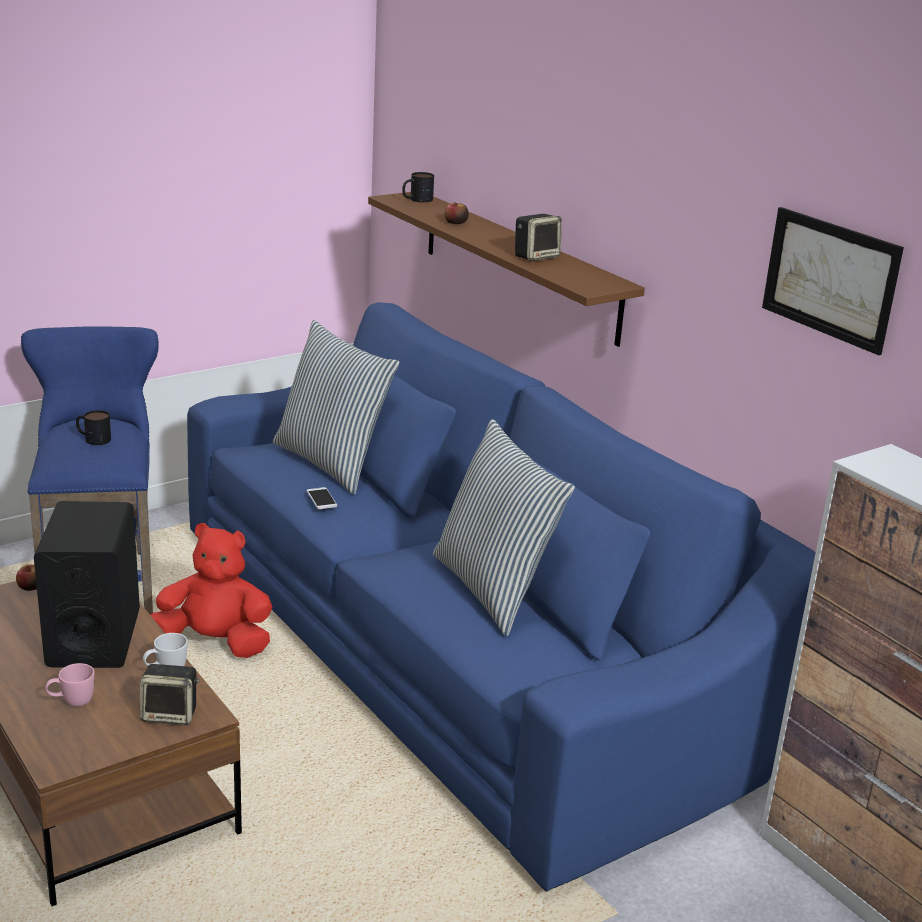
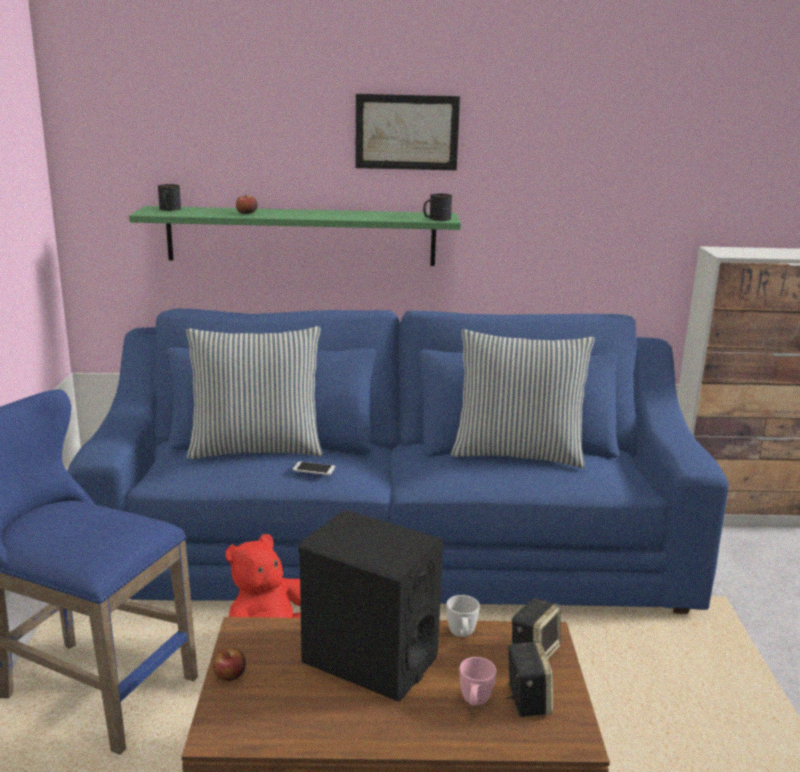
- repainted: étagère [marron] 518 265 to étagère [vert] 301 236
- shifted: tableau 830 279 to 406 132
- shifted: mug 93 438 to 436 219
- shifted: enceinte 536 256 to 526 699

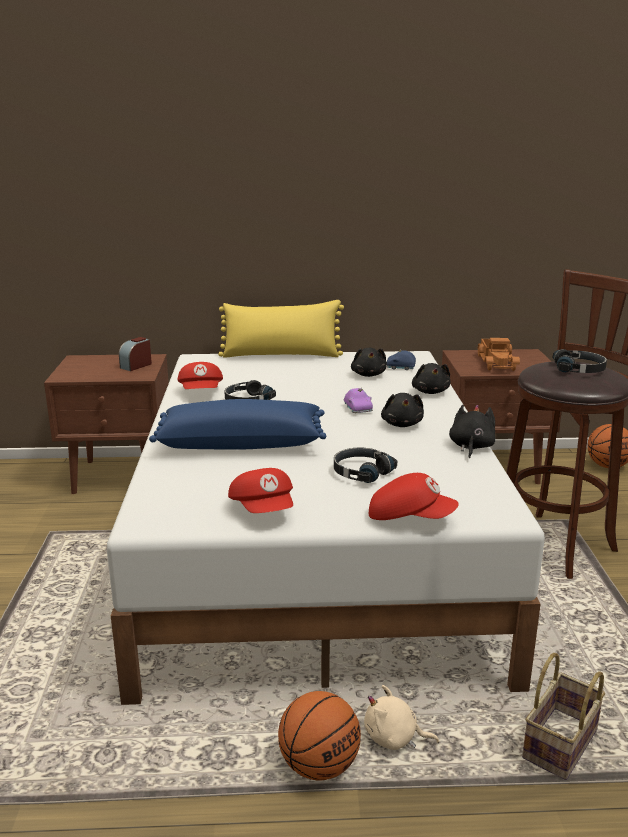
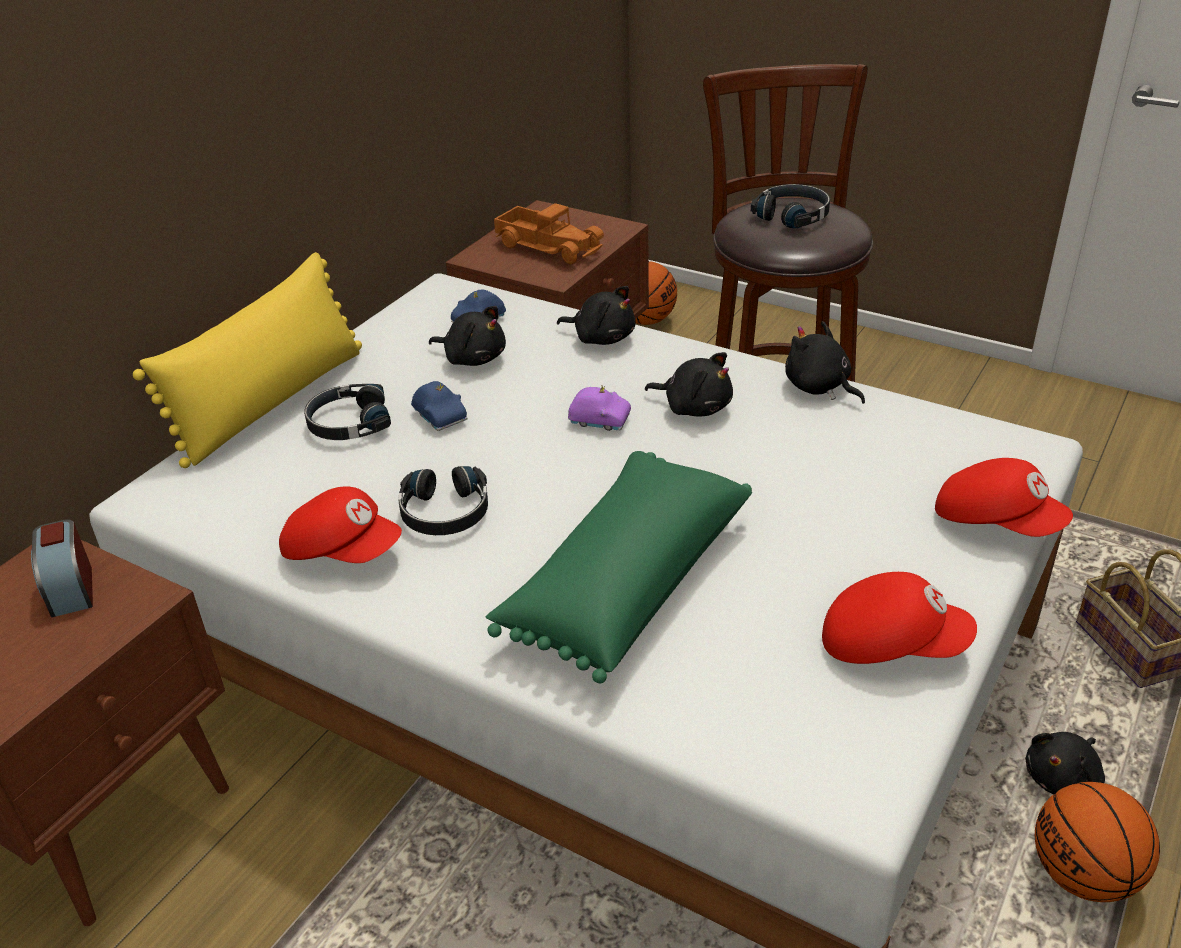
- shifted: casque audio [noir] 361 472 to 348 423
- new: petite voiture [bleu] 441 416
- repainted: coussin [bleu] 241 443 to coussin [vert] 624 582
- rotated: casquette [rouge] 410 518 = 996 521 75 degrees clockwise
- repainted: peluche [beige] 394 738 to peluche [noir] 1062 778

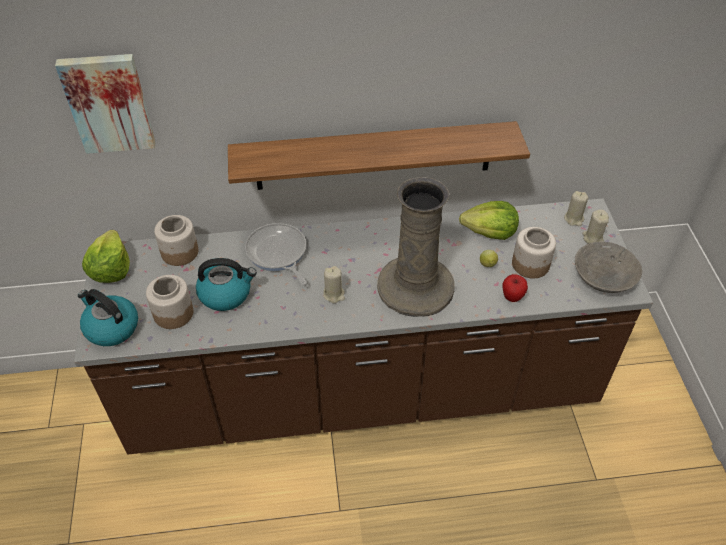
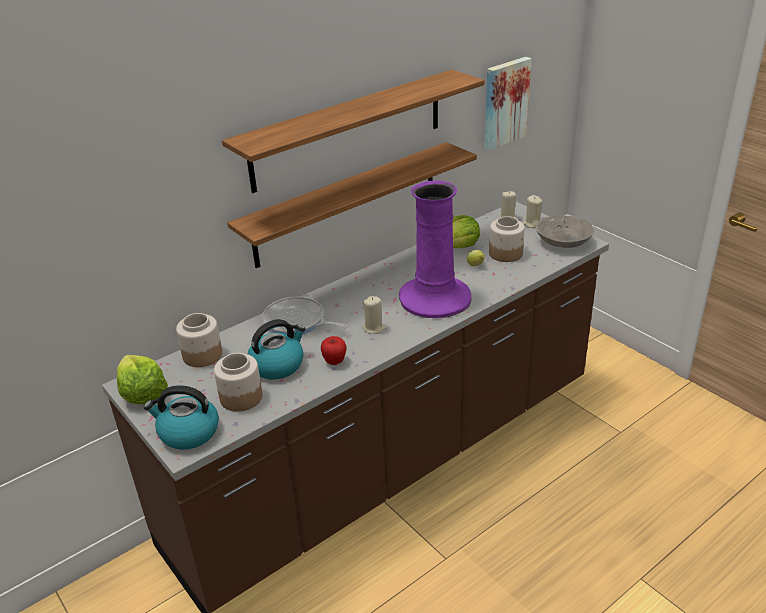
- new: étagère 349 130
- shifted: pomme 512 297 to 334 362
- repainted: vase [beige] 415 287 to vase [violet] 435 298
- shifted: tableau 108 102 to 504 102

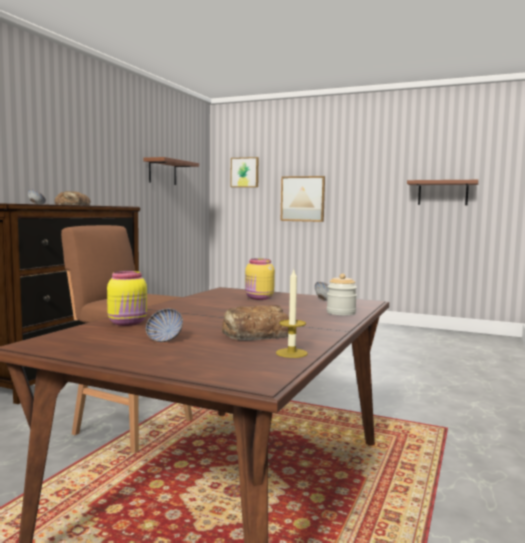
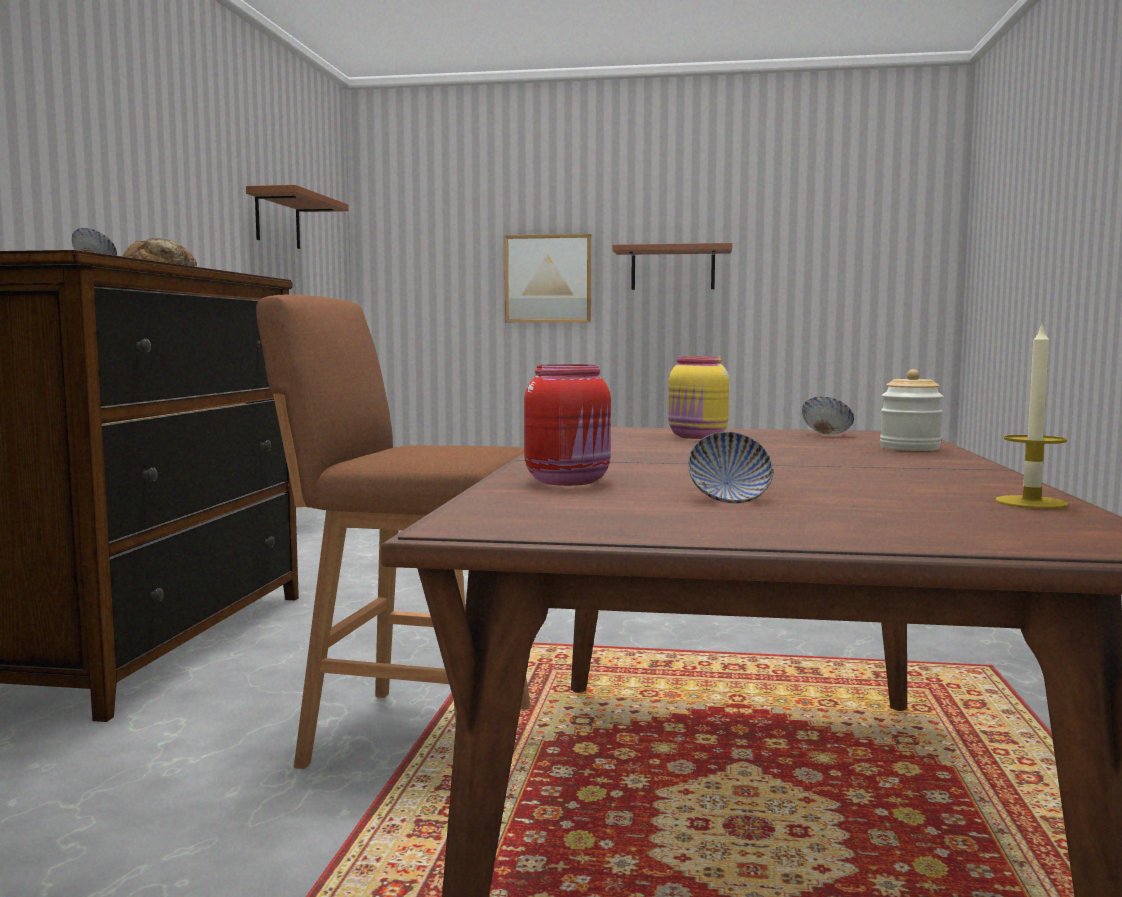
- repainted: bocal [jaune] 128 323 to bocal [rouge] 570 481
- shifted: étagère [marron] 443 193 to 673 268
- gone: pain 255 333
- gone: tableau 245 172

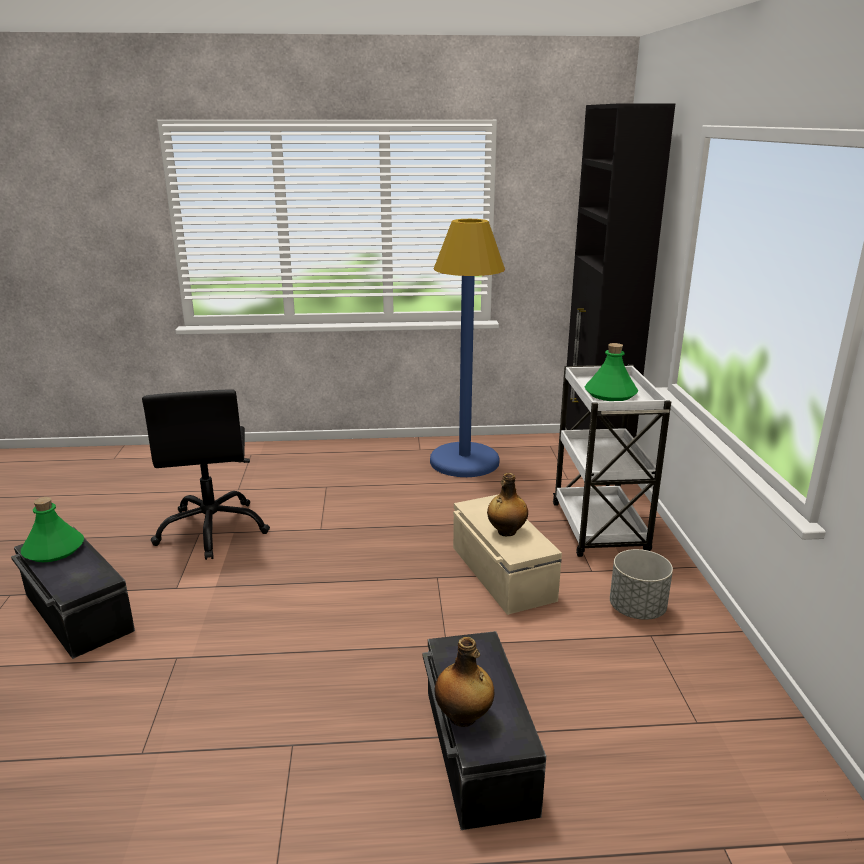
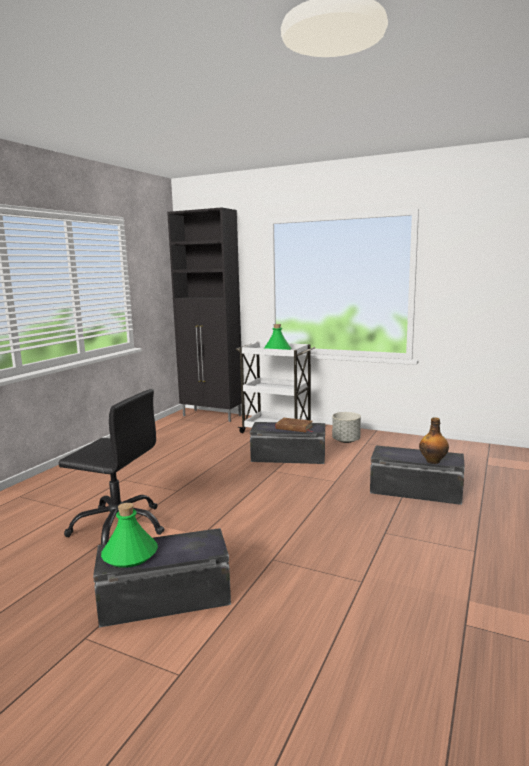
- repainted: boîte de rangement [beige] 501 573 to boîte de rangement [noir] 288 457
- swapped: bouteille 506 532 to livre [marron] 294 427
- gone: lampadaire [bleu] 464 461

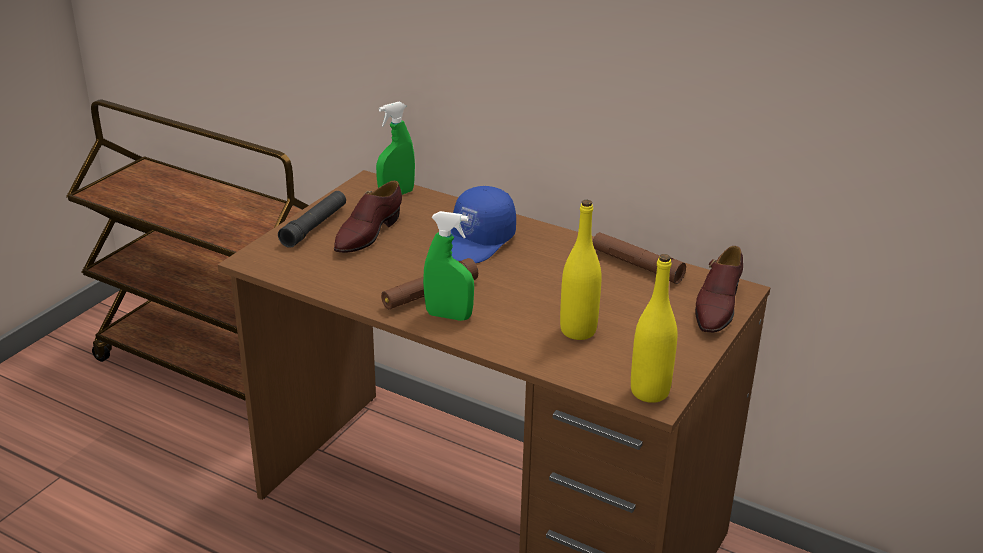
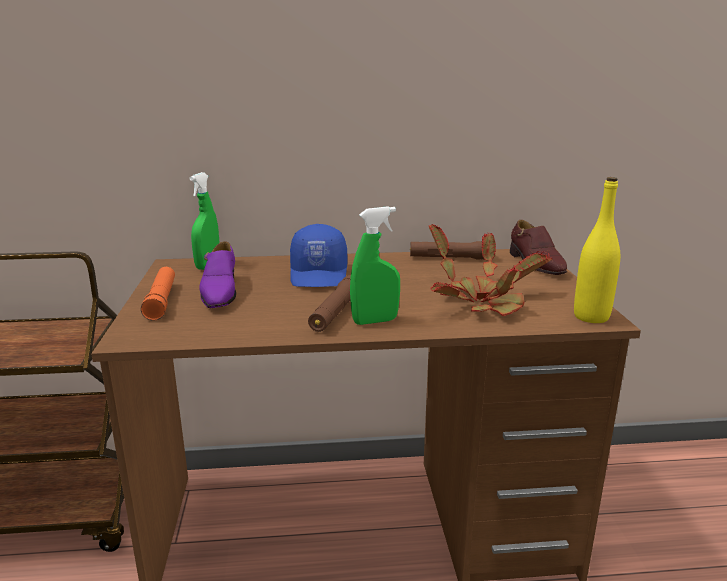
- repainted: lampe de poche [noir] 314 226 to lampe de poche [orange] 161 300
- repainted: chaussure [marron] 367 234 to chaussure [violet] 219 292
- swapped: bouteille [jaune] 578 331 to plante en pot 481 300

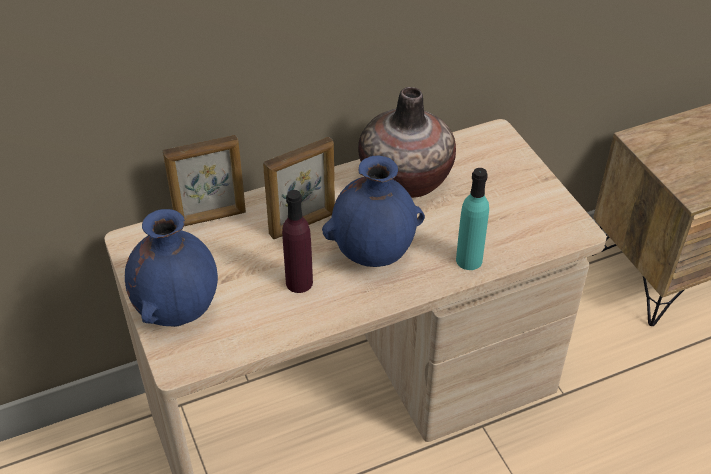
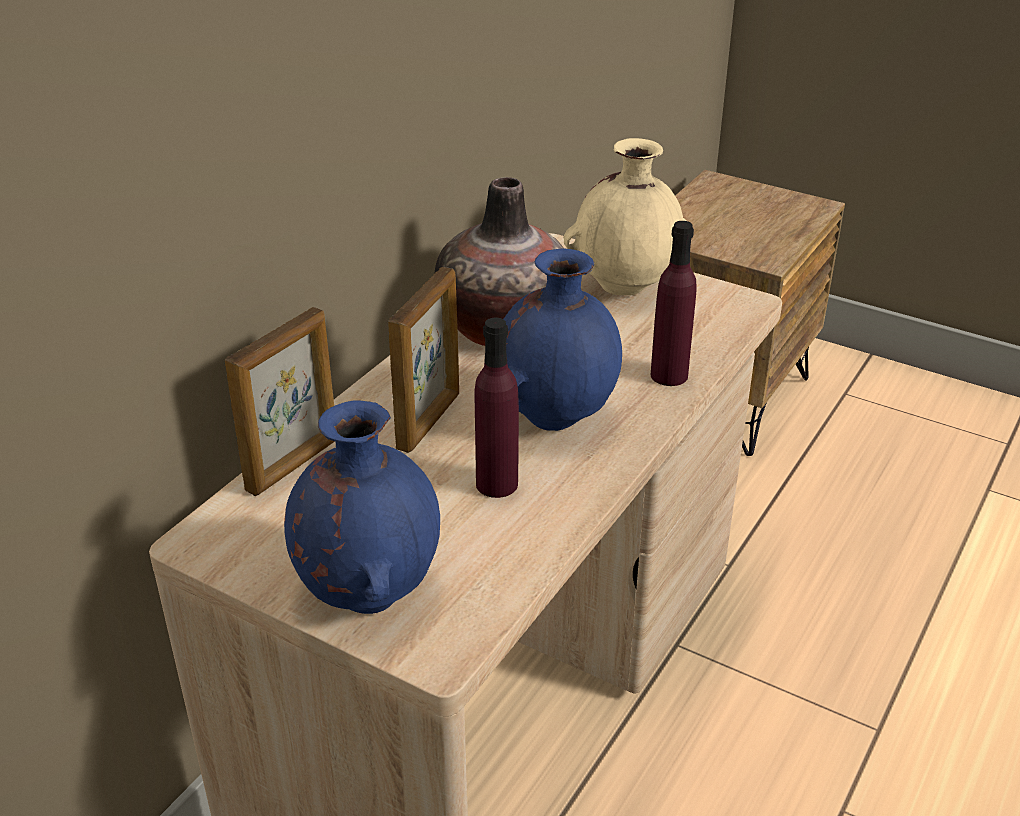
- new: vase [beige] 625 287
- repainted: bouteille [turquoise] 469 260 to bouteille [violet] 669 375

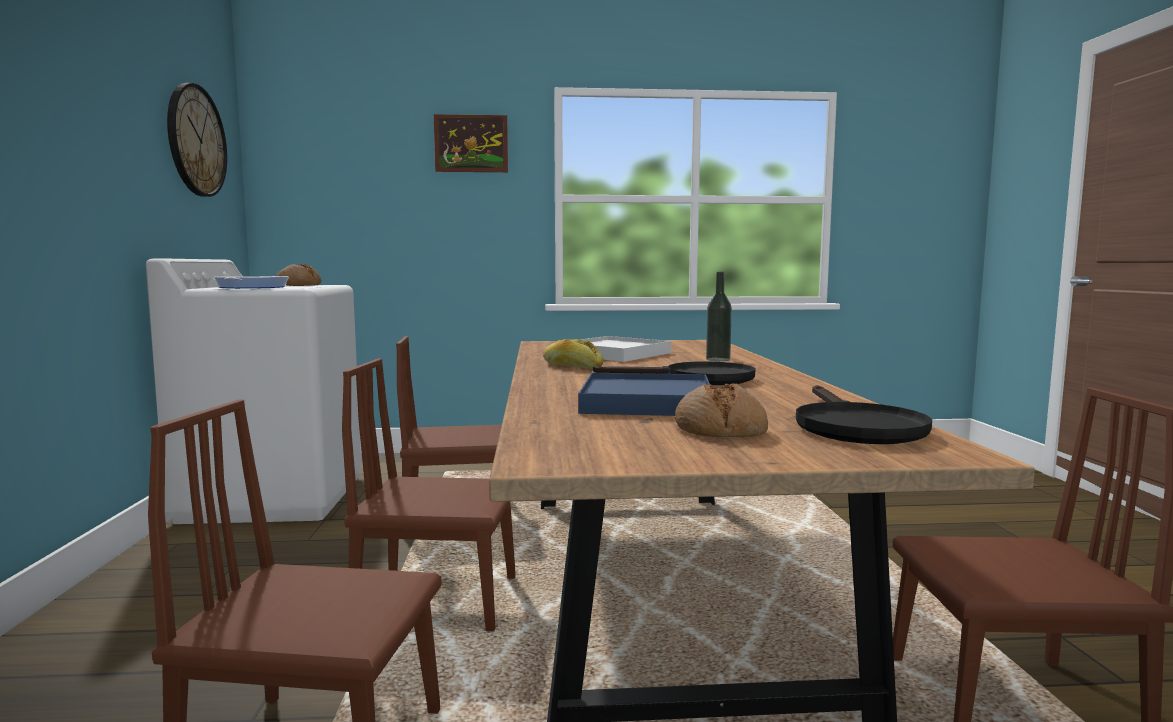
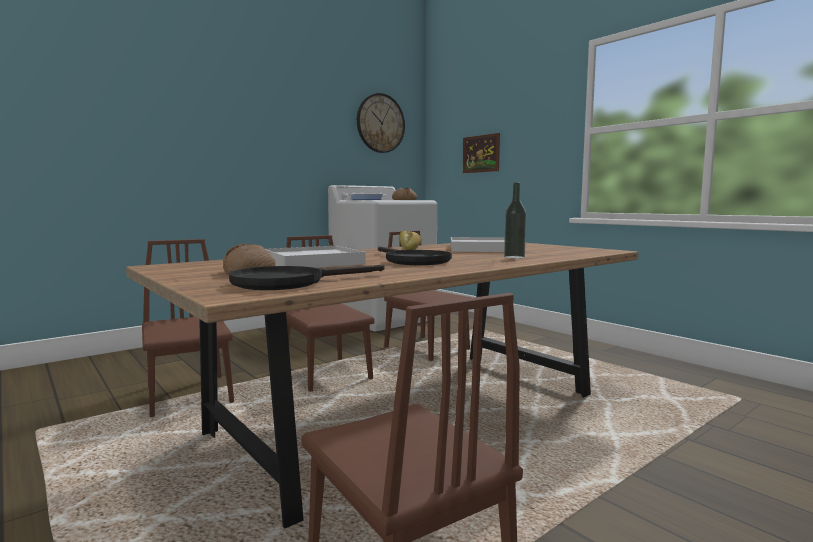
- repainted: plateau [bleu] 646 402 to plateau [blanc] 313 262
- shifted: tableau 471 143 to 481 153

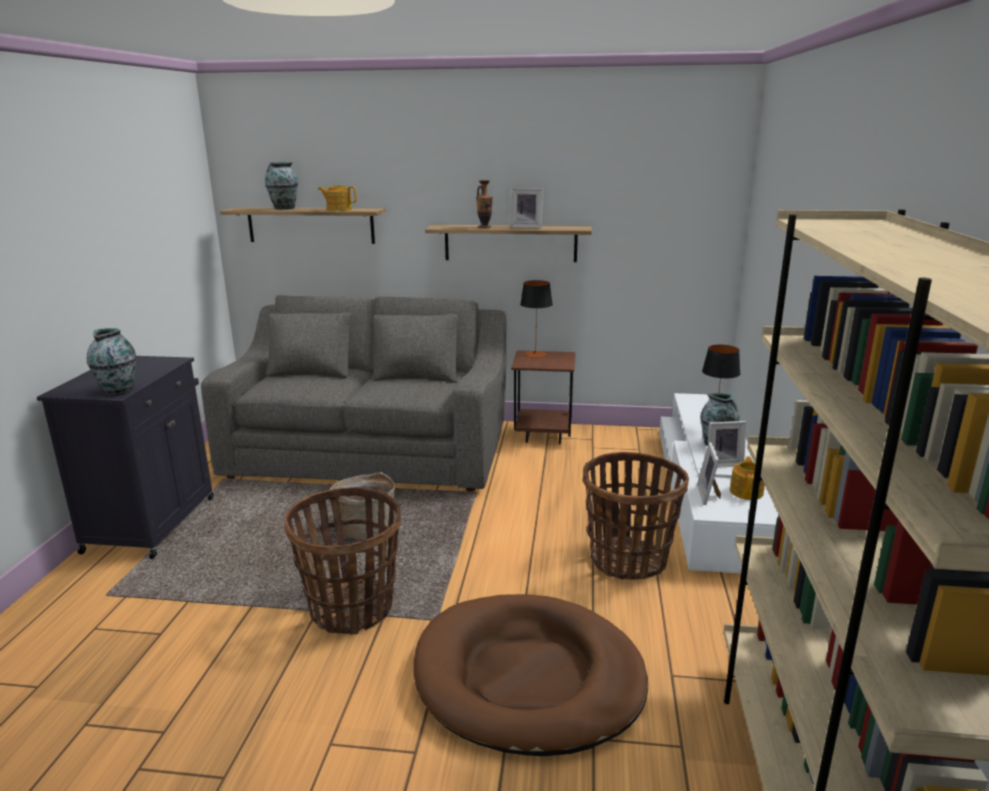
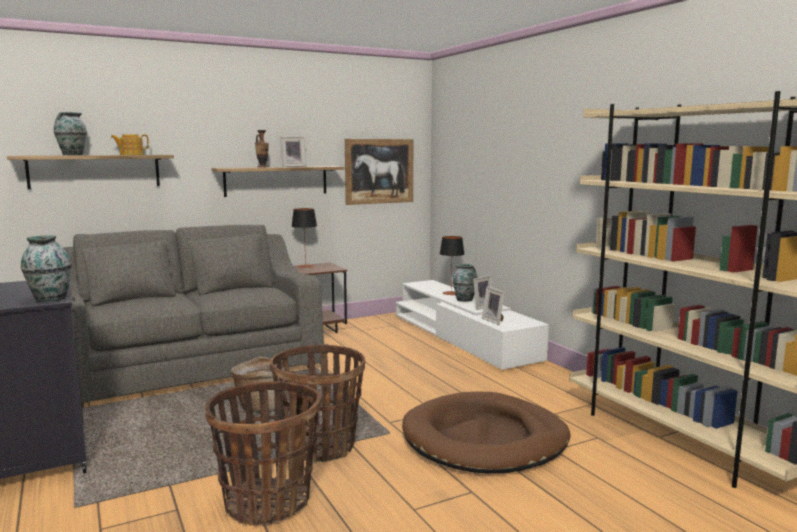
- shifted: panier 628 560 to 267 502
- new: tableau 379 171
- gone: théière 747 491

